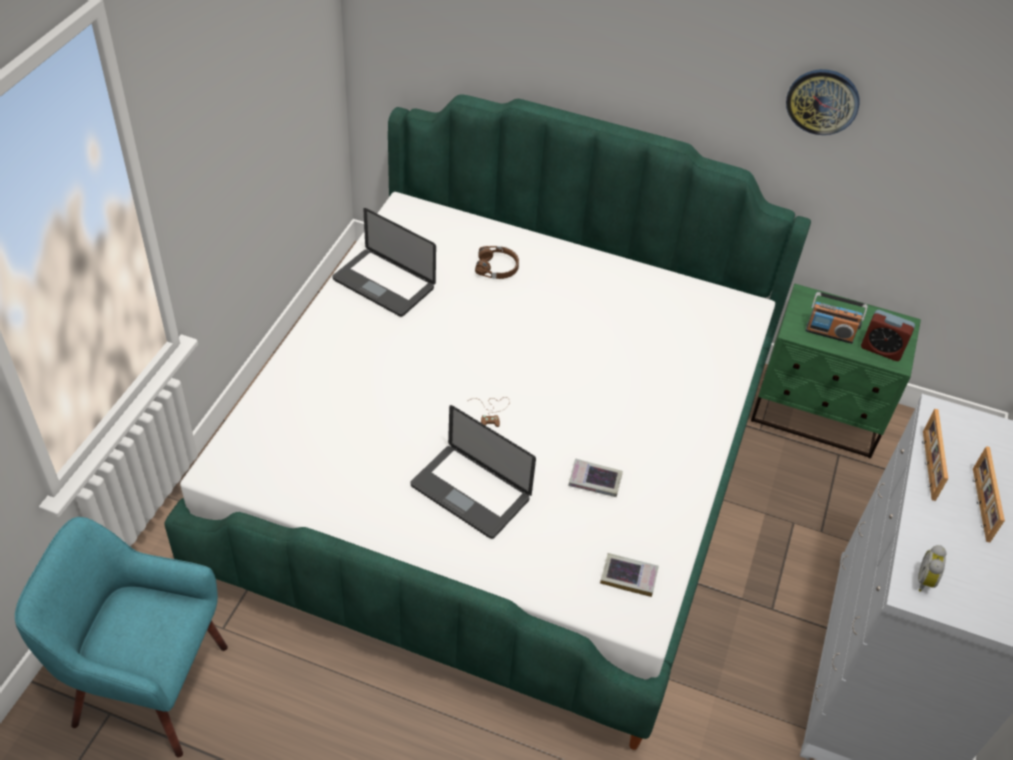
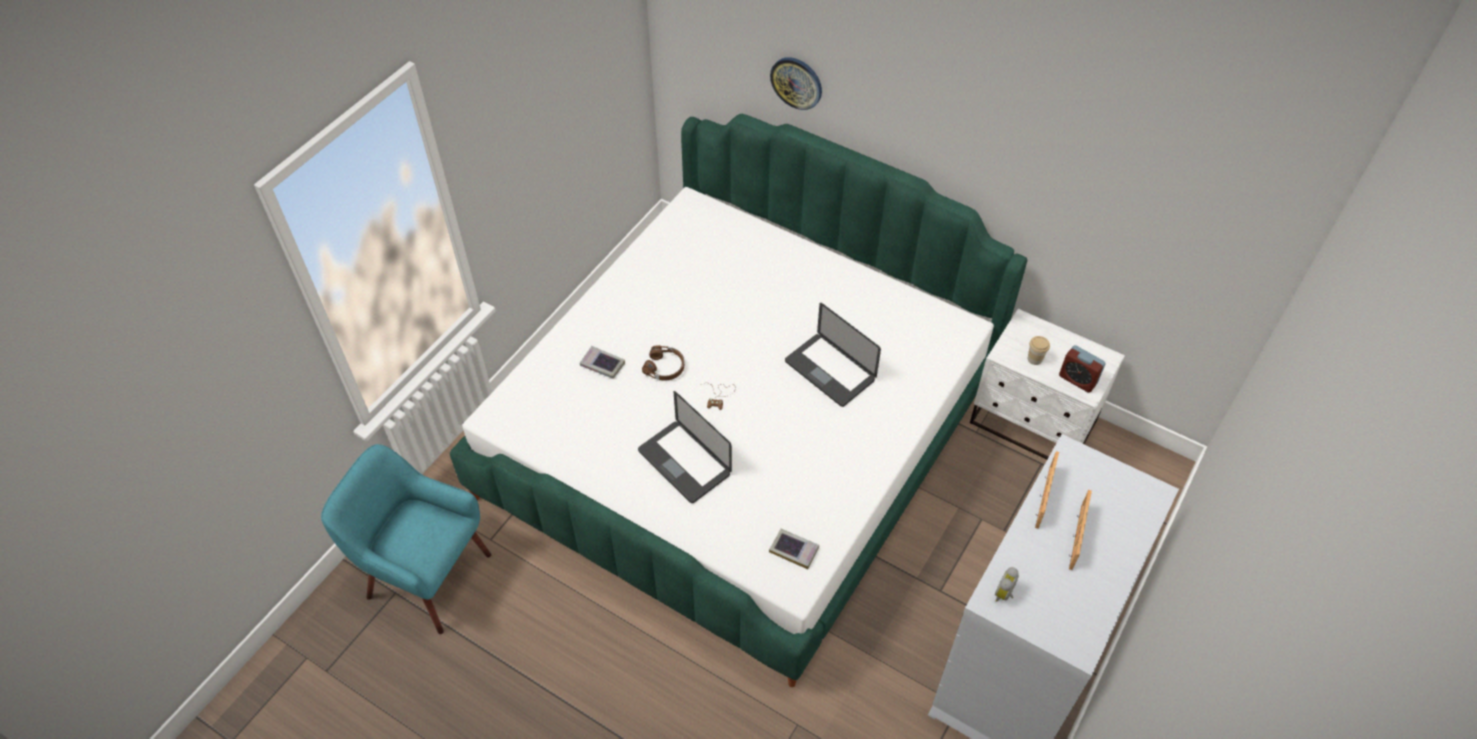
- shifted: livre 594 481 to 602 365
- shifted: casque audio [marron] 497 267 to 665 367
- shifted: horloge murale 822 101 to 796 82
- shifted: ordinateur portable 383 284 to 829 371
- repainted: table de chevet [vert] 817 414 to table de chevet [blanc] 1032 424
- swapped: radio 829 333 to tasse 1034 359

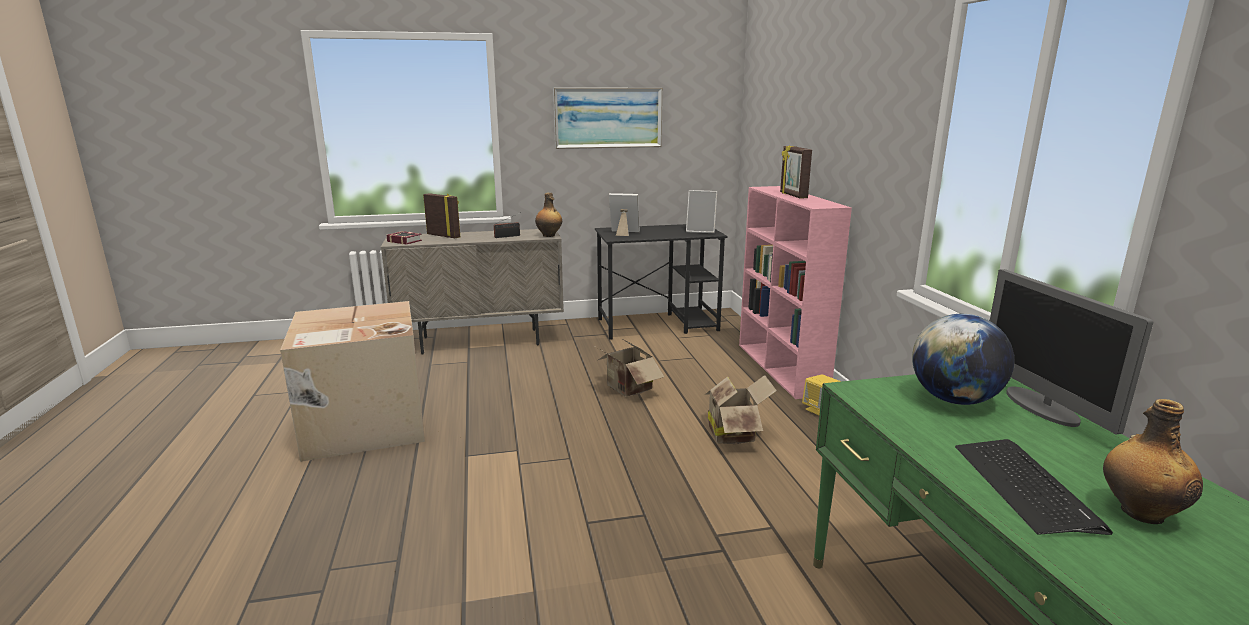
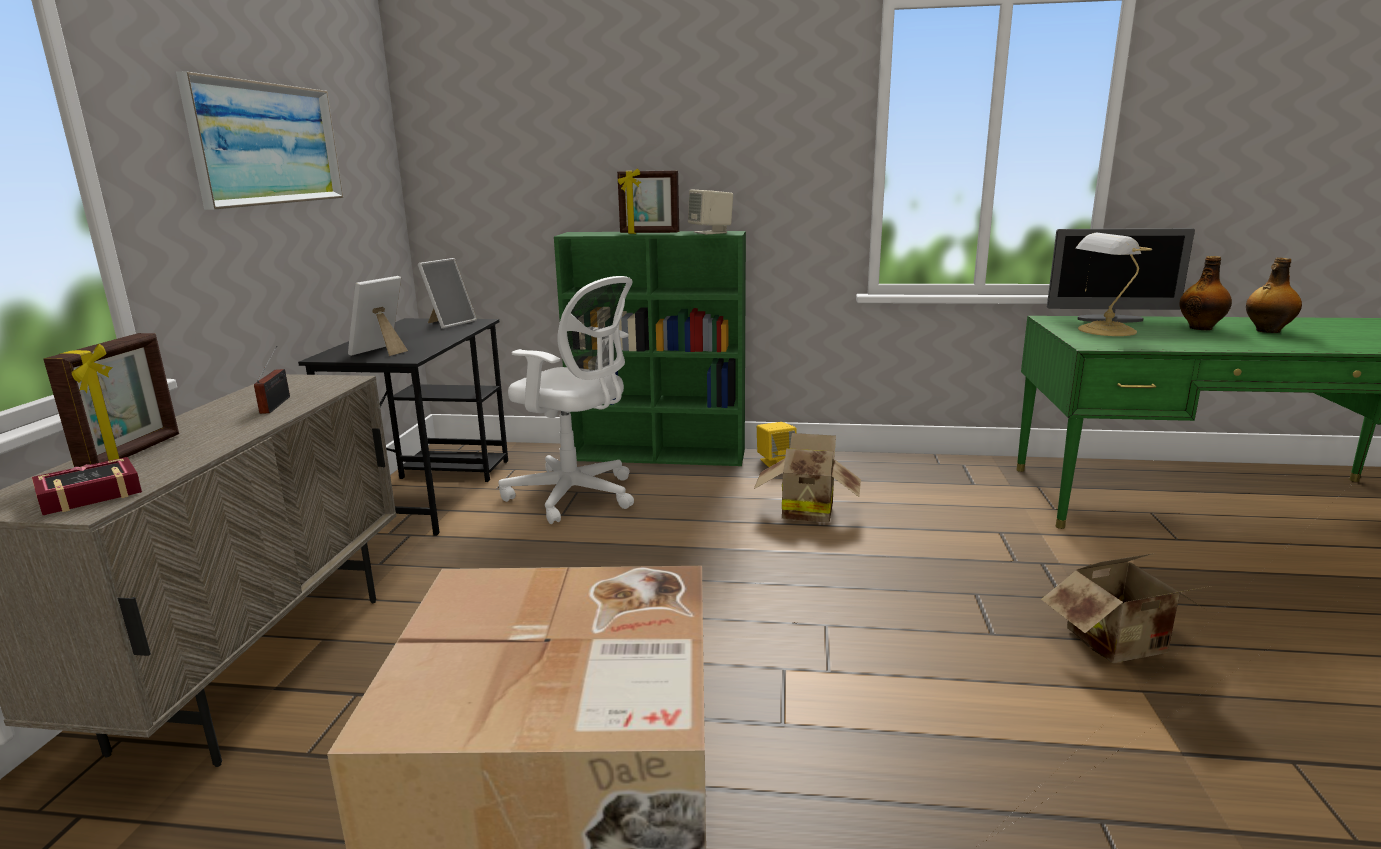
- rotated: cadre photo 444 236 = 133 453 135 degrees clockwise
- new: chaise de bureau [blanc] 576 496
- repainted: bibliothèque [rose] 782 369 to bibliothèque [vert] 660 455
- new: enceinte [beige] 711 232
- shifted: carton 627 389 to 1123 646
- swapped: globe 954 400 to lampe de table 1104 330
- shifted: bouteille 549 235 to 1201 328
- gone: clavier 1025 486

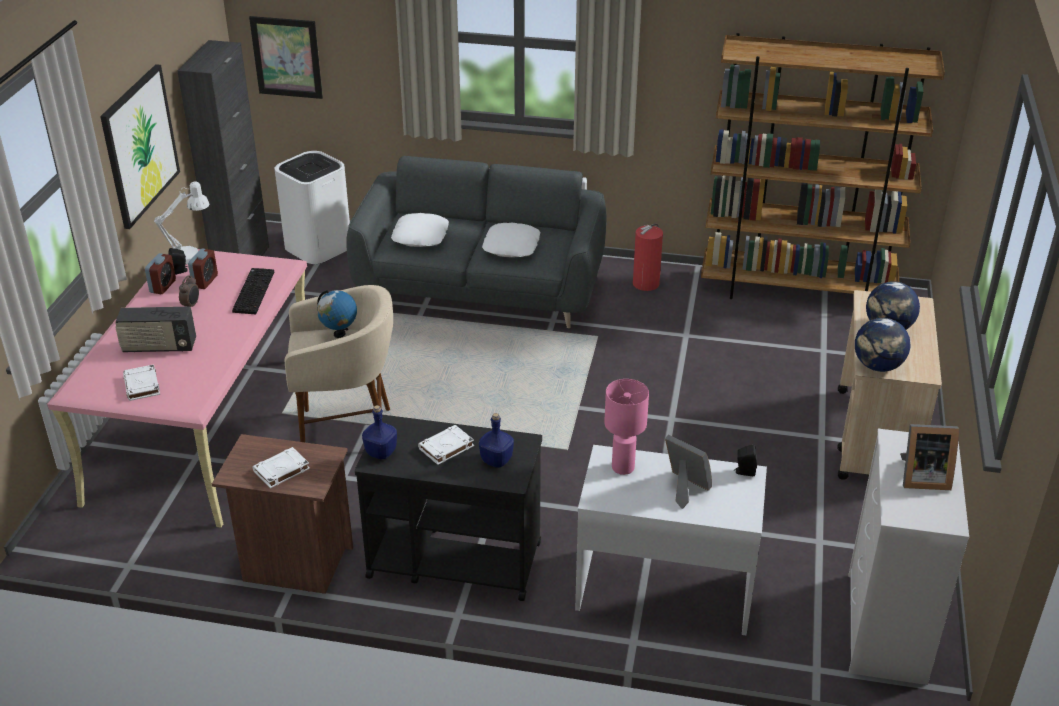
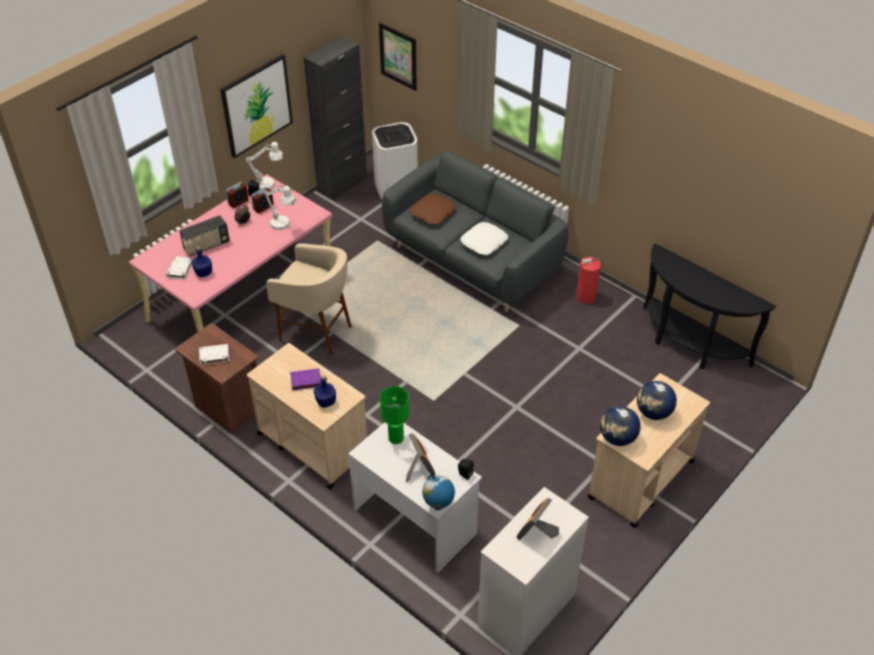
- rotated: radio 159 347 = 206 246 60 degrees counterclockwise
- shifted: bouteille [bleu] 381 452 to 204 273
- repainted: chariot [noir] 453 559 to chariot [beige] 312 444
- swapped: clavier 252 291 to lampe de table [blanc] 283 225
- repainted: livre [blanc] 446 448 to livre [violet] 305 381
- repainted: lampe de table [rose] 623 467 to lampe de table [vert] 396 438
- repainted: coussin [blanc] 421 236 to coussin [marron] 433 213
- shifted: globe 339 334 to 438 506
- rotated: cadre photo 921 477 = 537 532 90 degrees clockwise
- swapped: bibliothèque [marron] 797 291 to table console [noir] 688 344

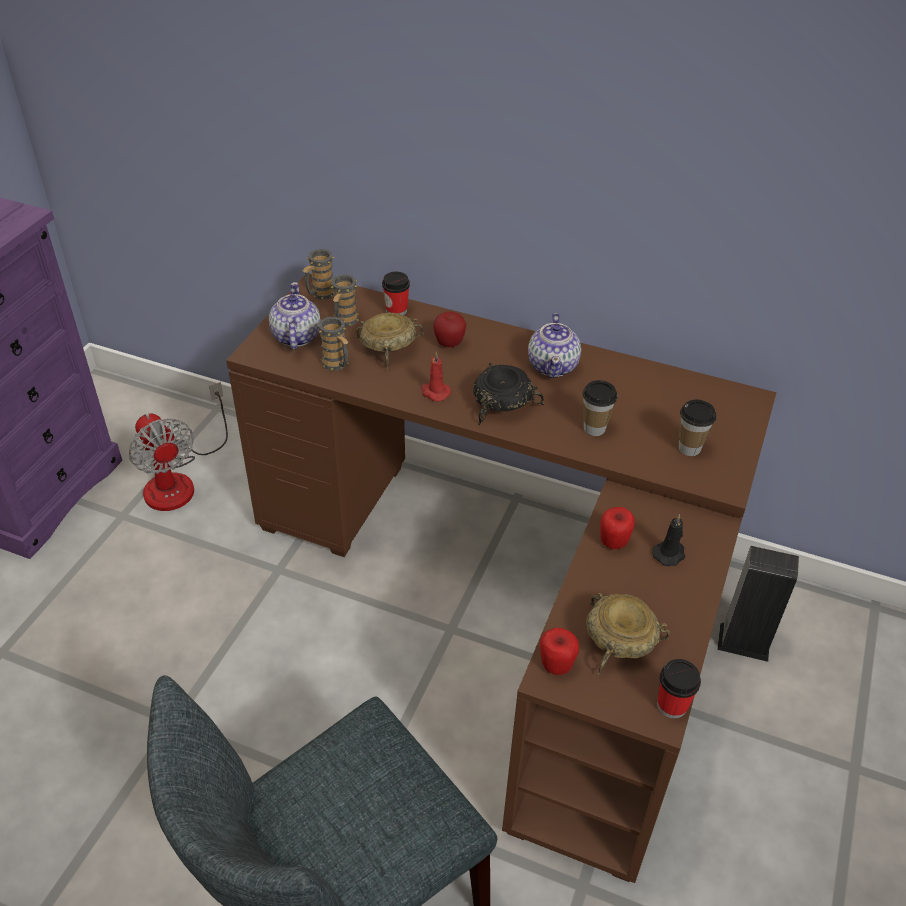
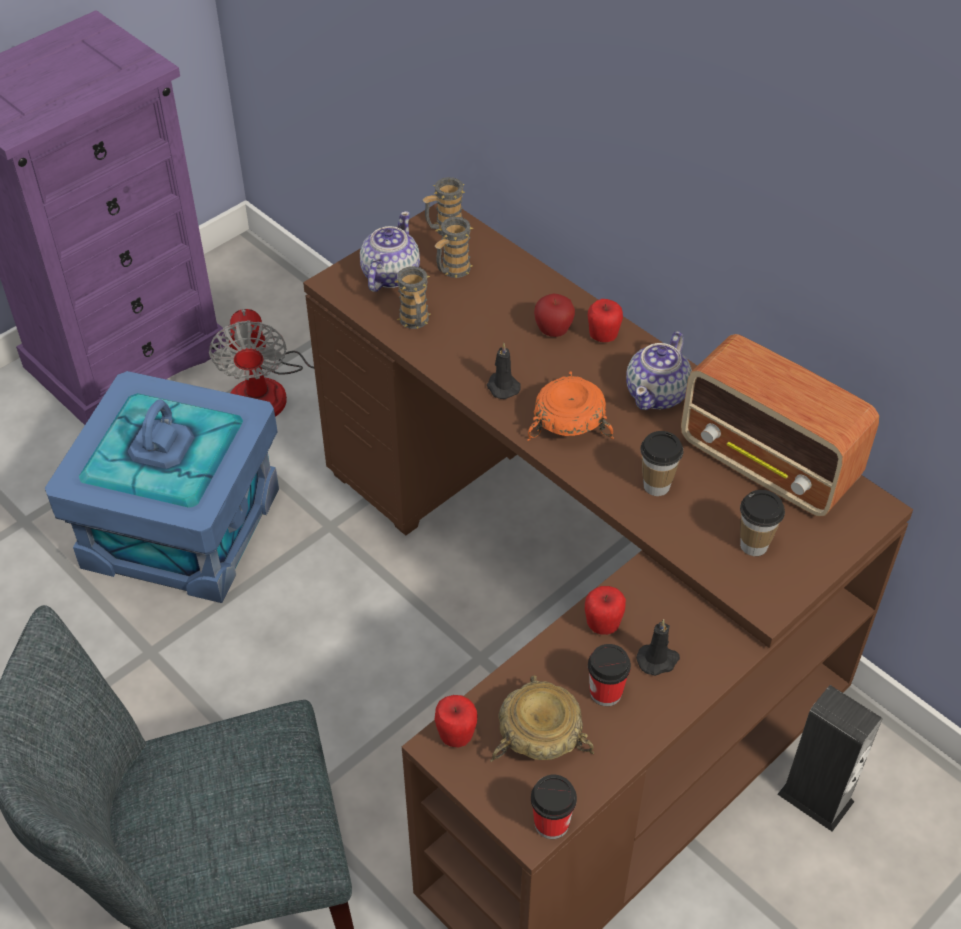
- new: boîte de rangement [bleu] 181 527
- repainted: bougie [rouge] 434 392 to bougie [noir] 502 386
- repainted: bol [noir] 502 403 to bol [orange] 570 422
- new: pomme 603 337
- shifted: tasse 396 310 to 605 692
- new: radio 769 464
- gone: bol [beige] 389 348

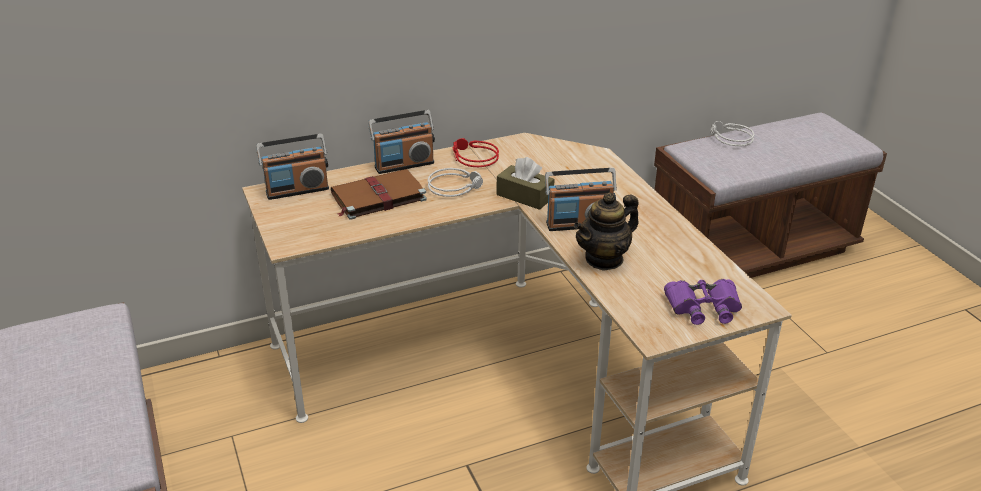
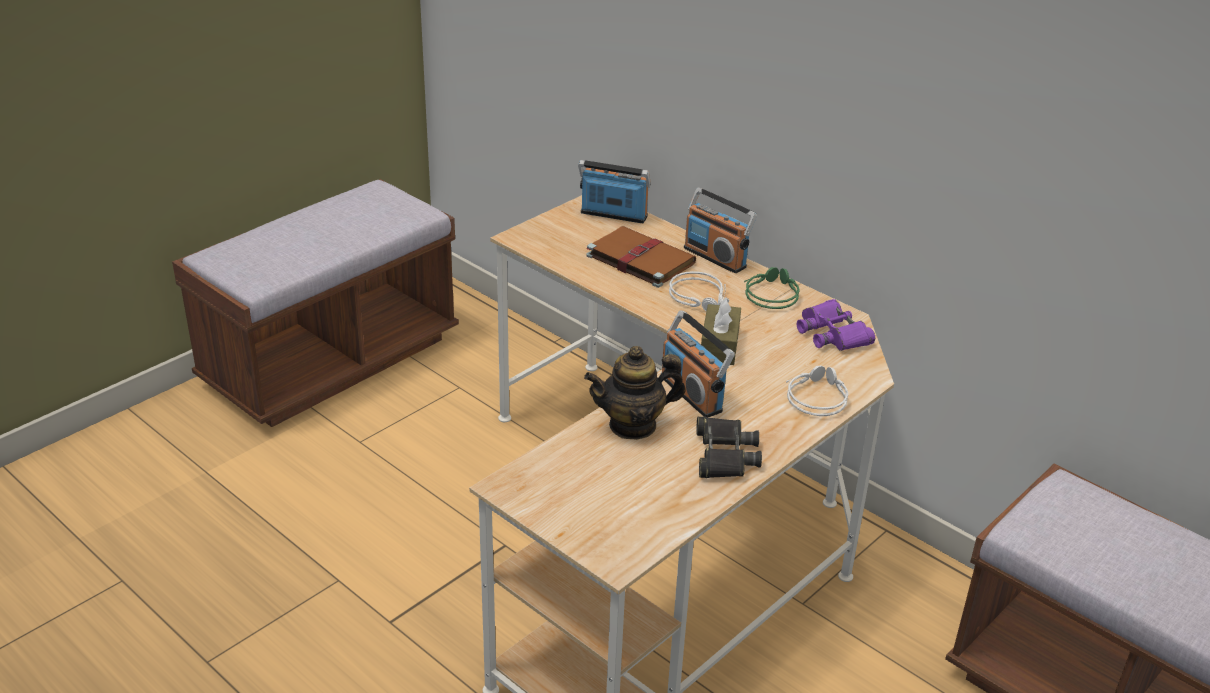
- rotated: radio 297 190 = 613 215 150 degrees clockwise
- rotated: théière 604 259 = 633 425 45 degrees counterclockwise
- new: jumelles [noir] 724 455
- repainted: casque audio [rouge] 472 158 to casque audio [vert] 770 294
- shifted: casque audio [gris] 729 138 to 815 397
- shifted: jumelles [violet] 703 307 to 832 333

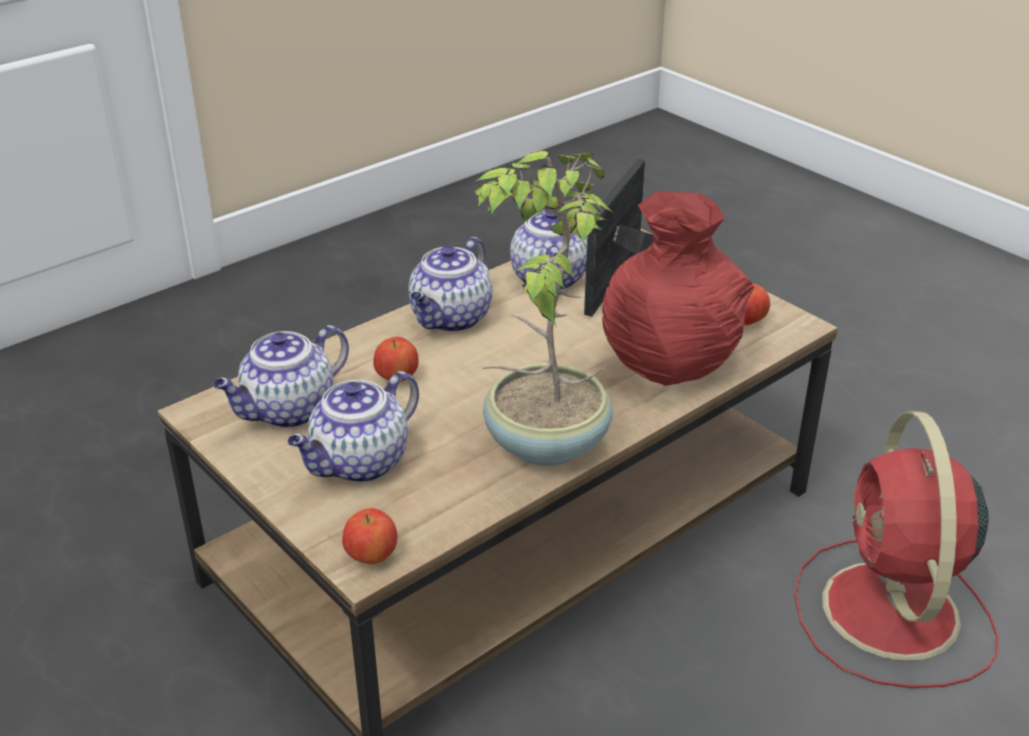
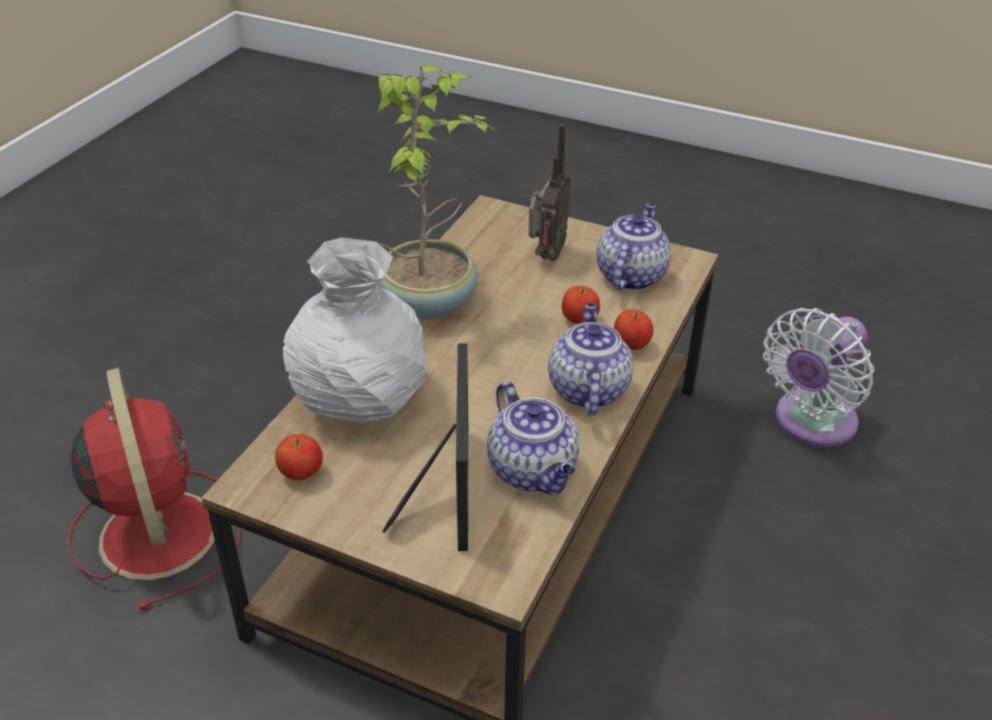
- repainted: vase [rouge] 670 361 to vase [blanc] 362 401
- swapped: théière 359 464 to radio 545 256
- shifted: pomme 371 557 to 631 345
- new: ventilateur [blanc] 810 423

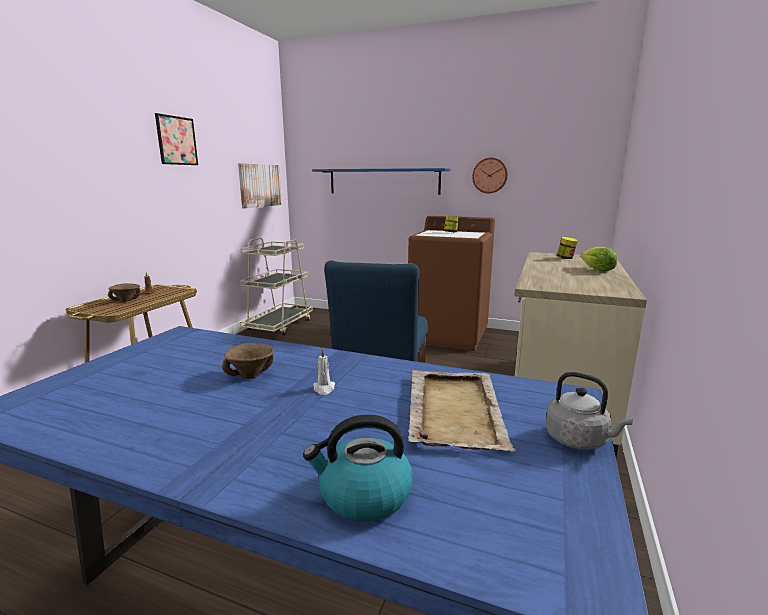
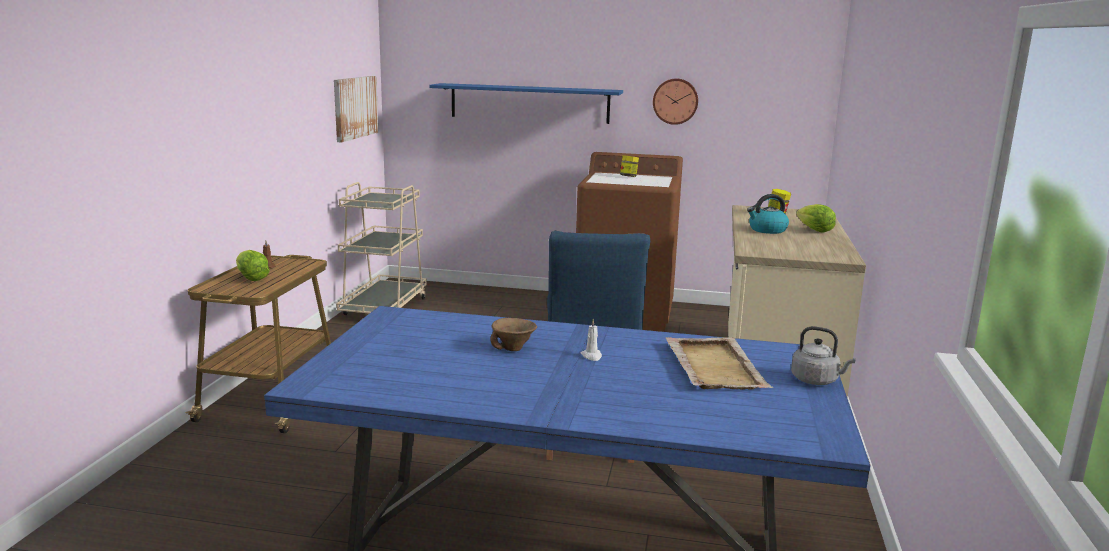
- swapped: bol [marron] 126 301 to laitue 251 278
- shifted: bouilloire 363 495 to 767 230
- gone: tableau 177 140

